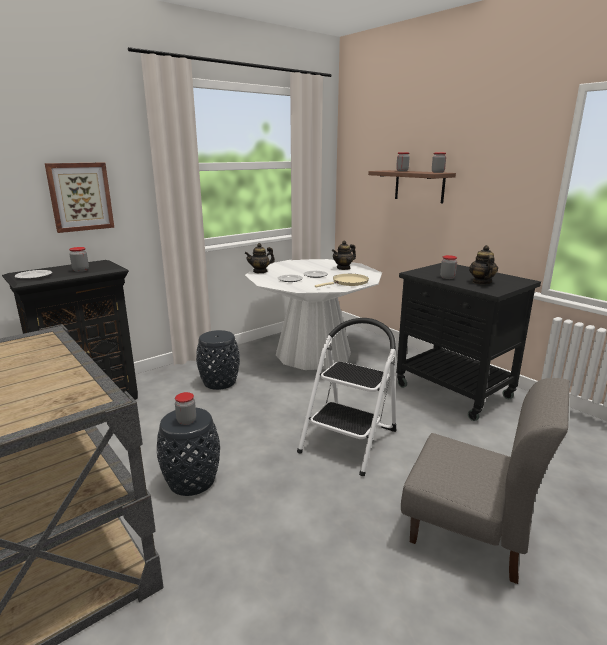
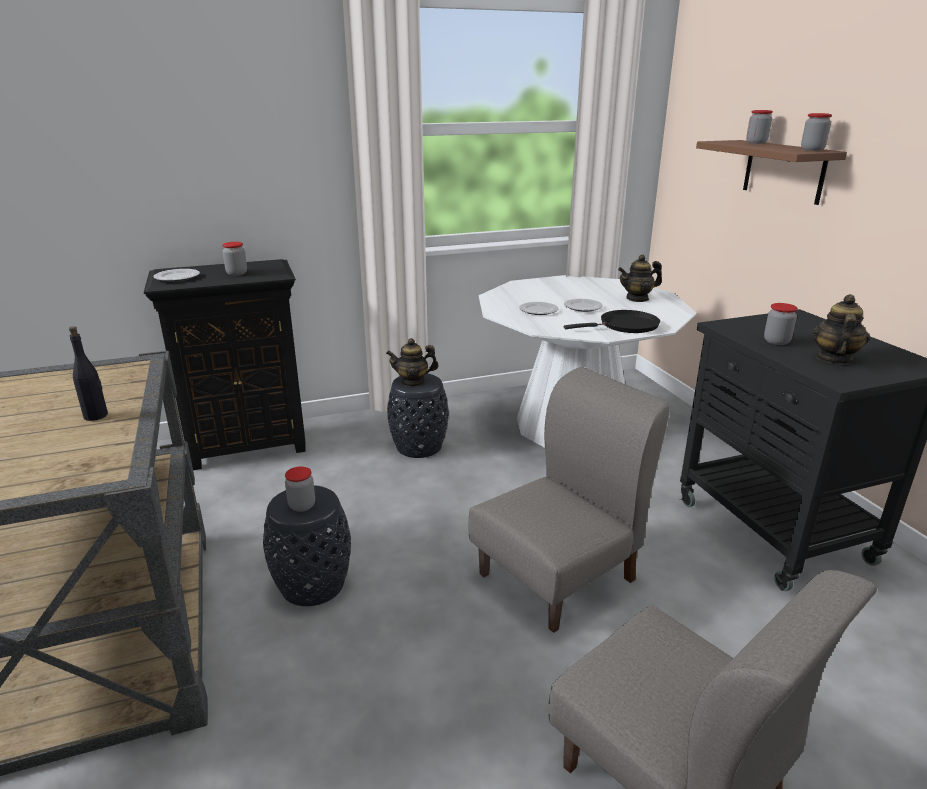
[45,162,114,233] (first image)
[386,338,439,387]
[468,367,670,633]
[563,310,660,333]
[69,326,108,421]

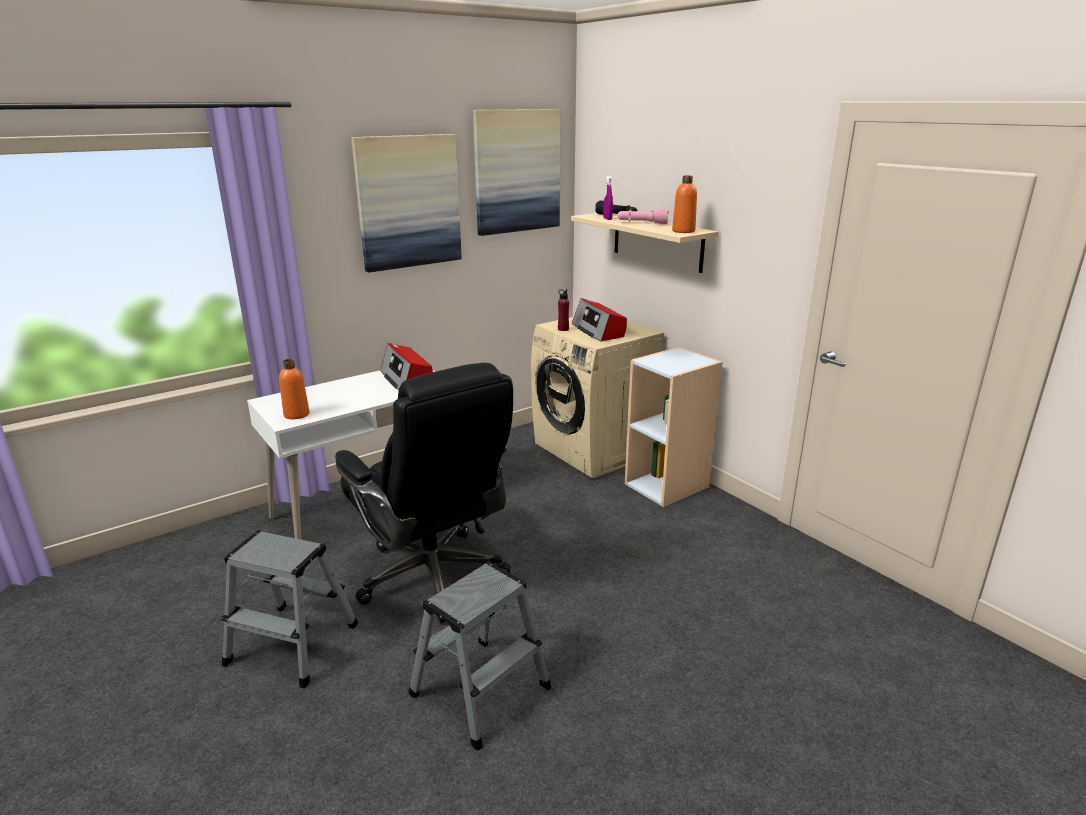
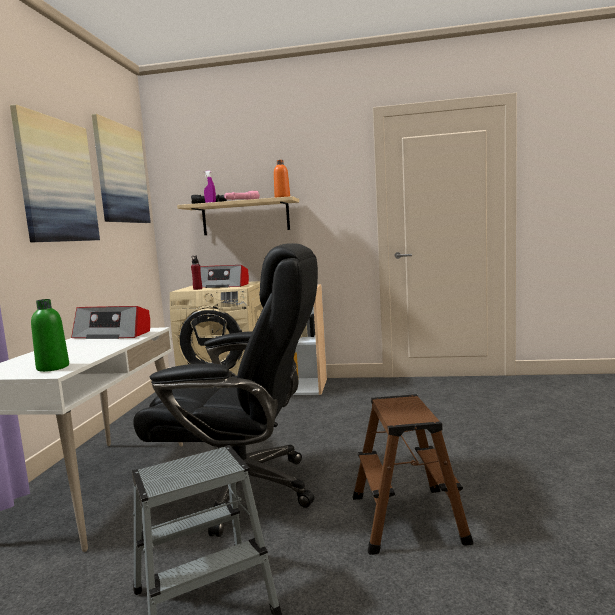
[31,299,69,372]
[352,394,474,555]

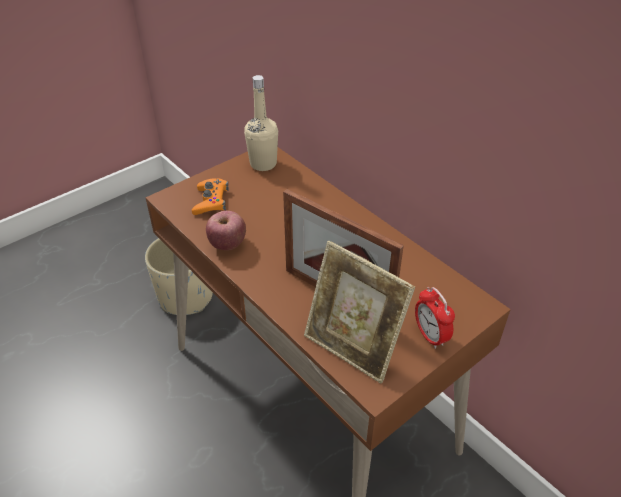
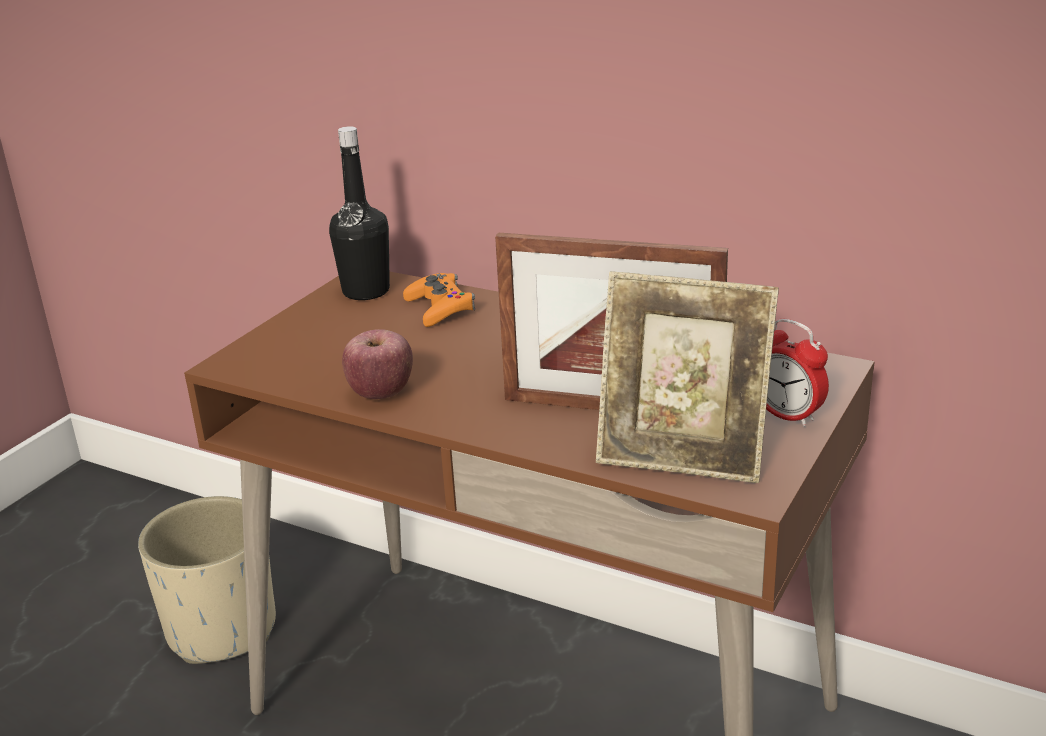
[403,273,475,327]
[329,126,390,300]

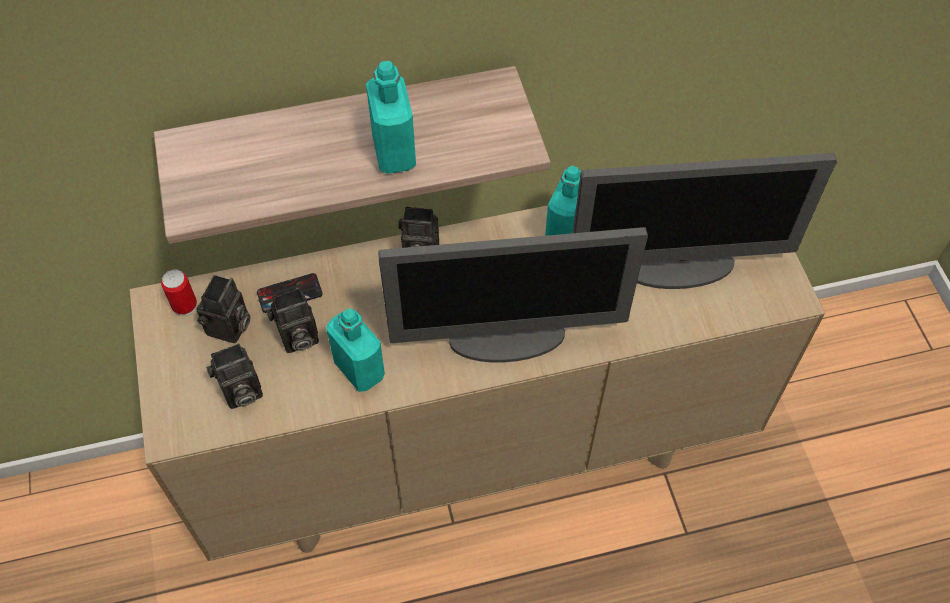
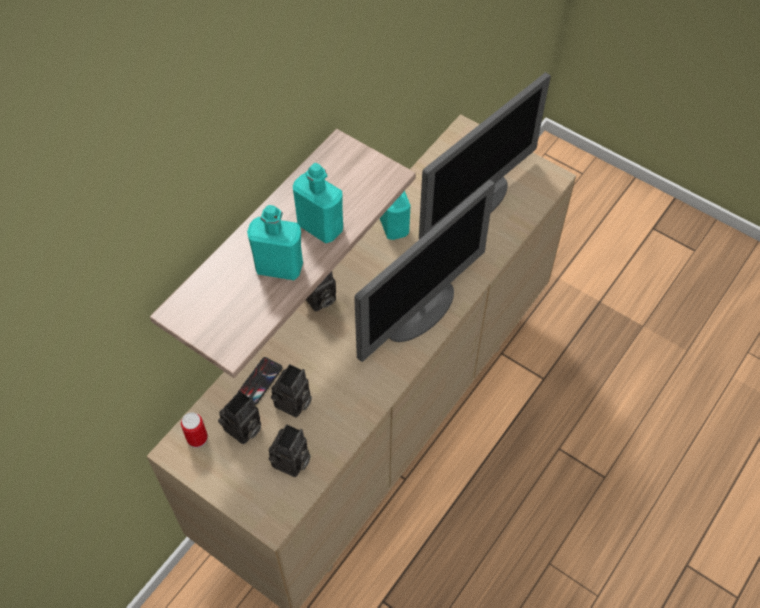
[218,391,261,445]
[247,205,303,280]

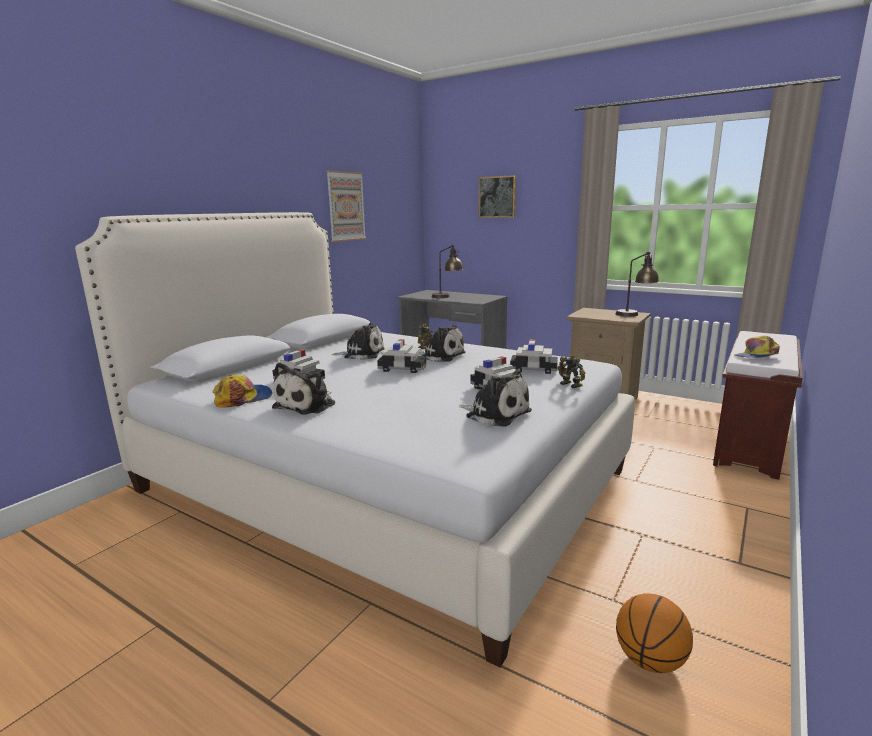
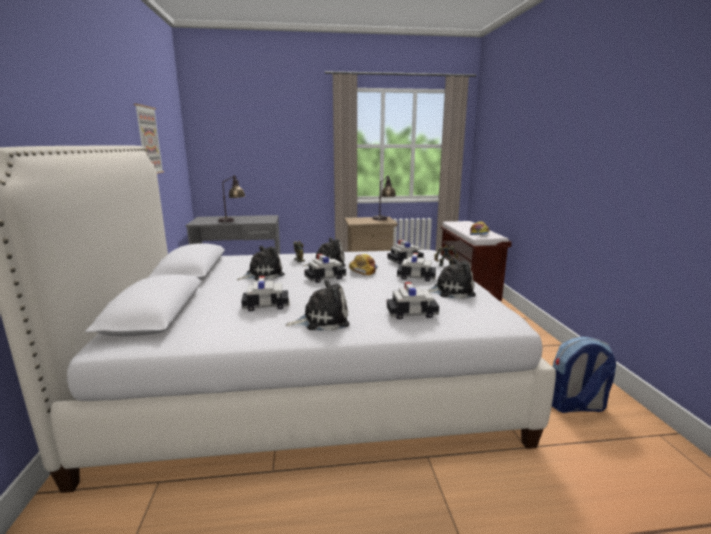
[349,254,378,275]
[286,280,350,331]
[479,175,516,218] (first image)
[552,336,616,413]
[387,282,439,319]

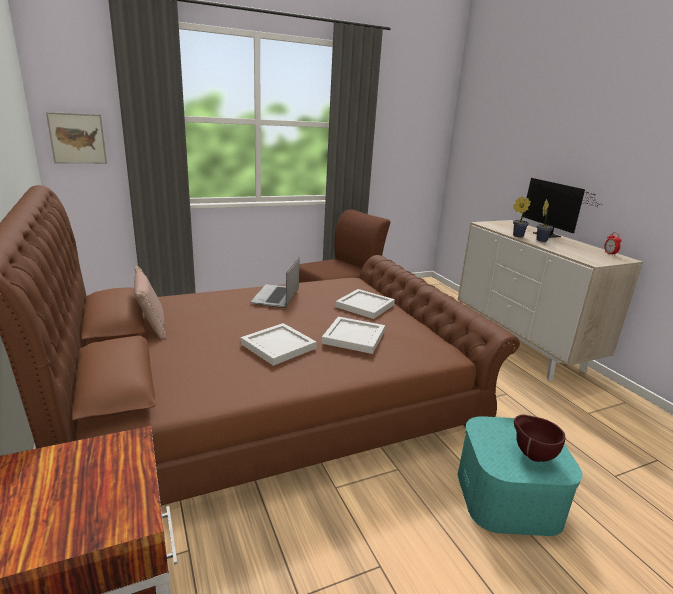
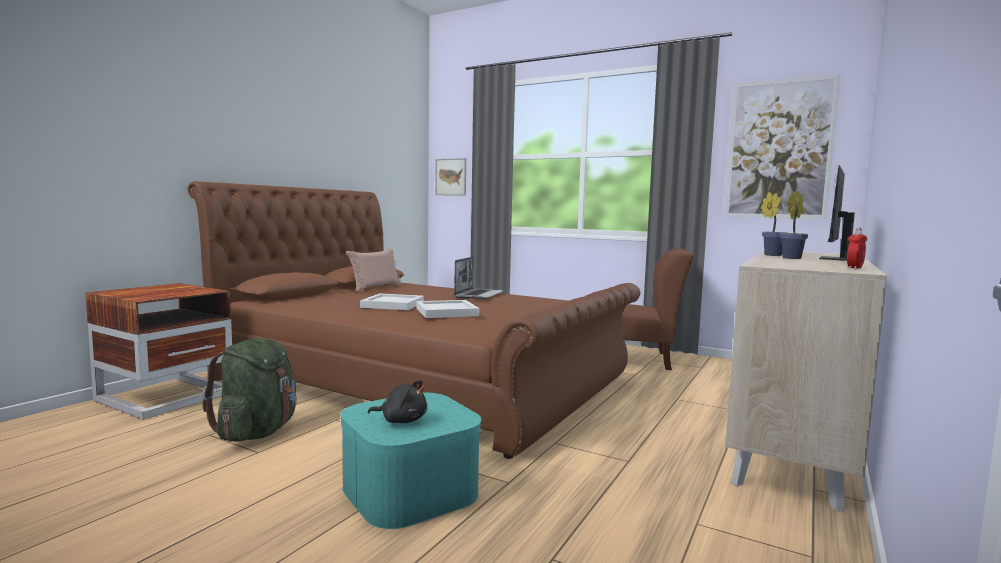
[454,257,504,299]
[335,289,395,319] (first image)
[368,380,427,423]
[202,338,297,442]
[724,74,840,219]

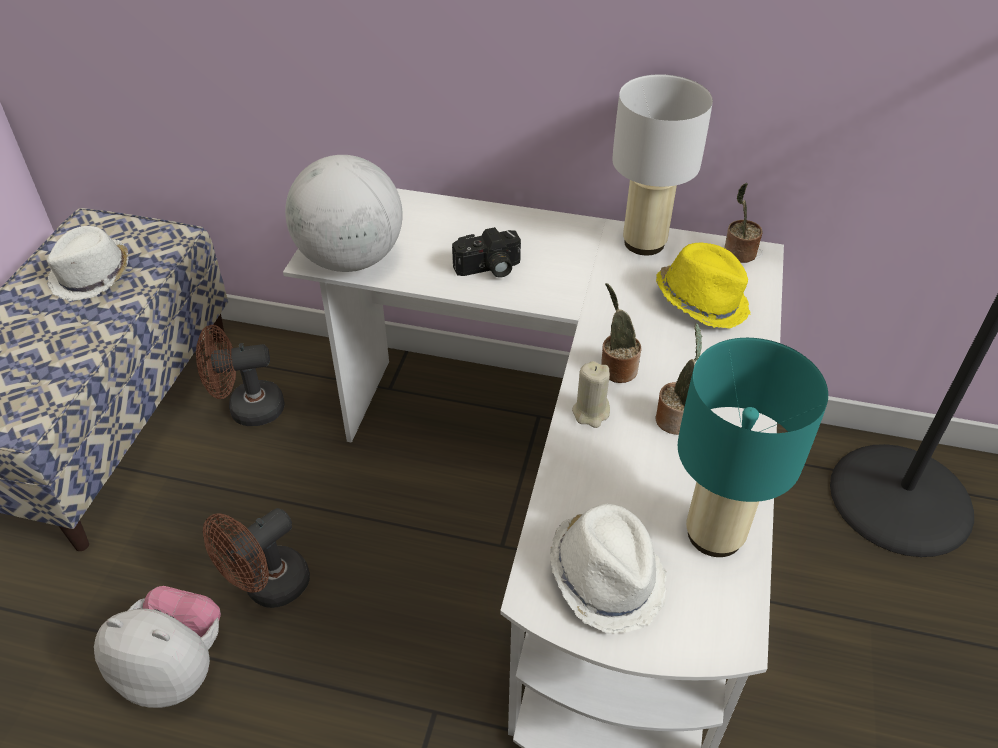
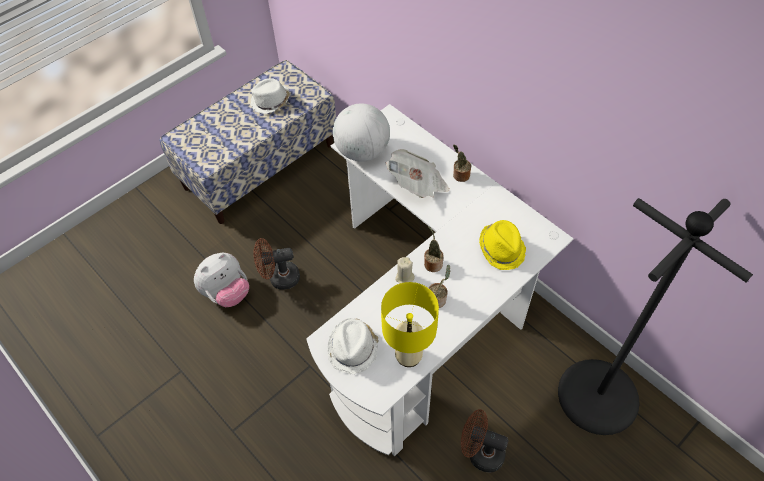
[194,253,249,307]
[461,409,508,472]
[386,149,450,198]
[612,74,713,256] (first image)
[381,282,439,367]
[453,145,471,182]

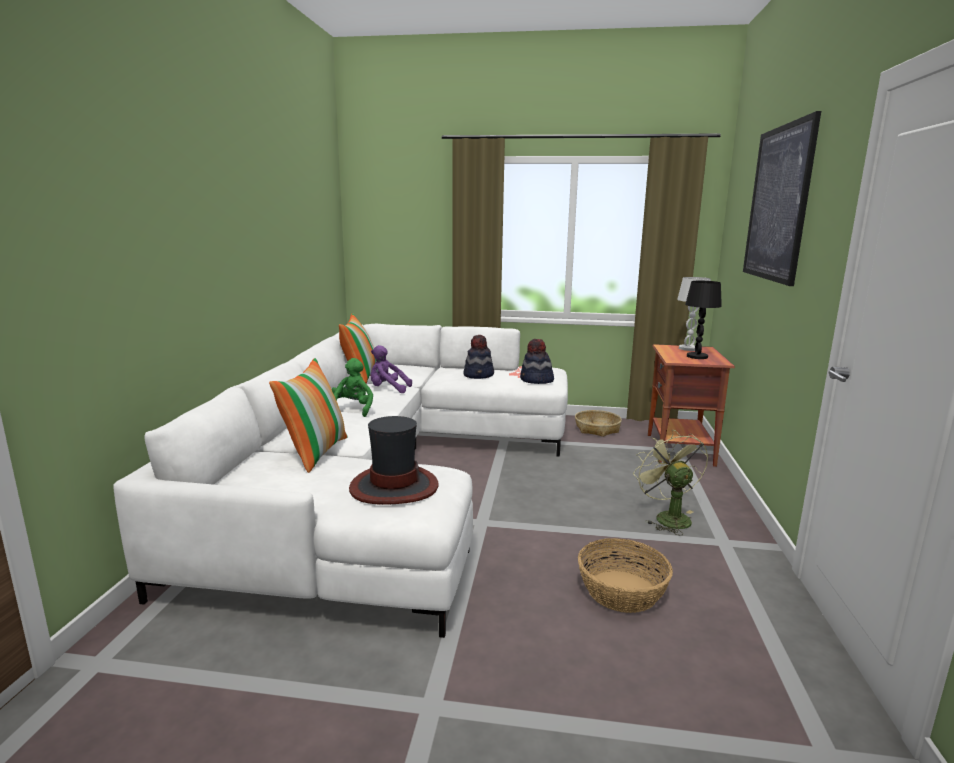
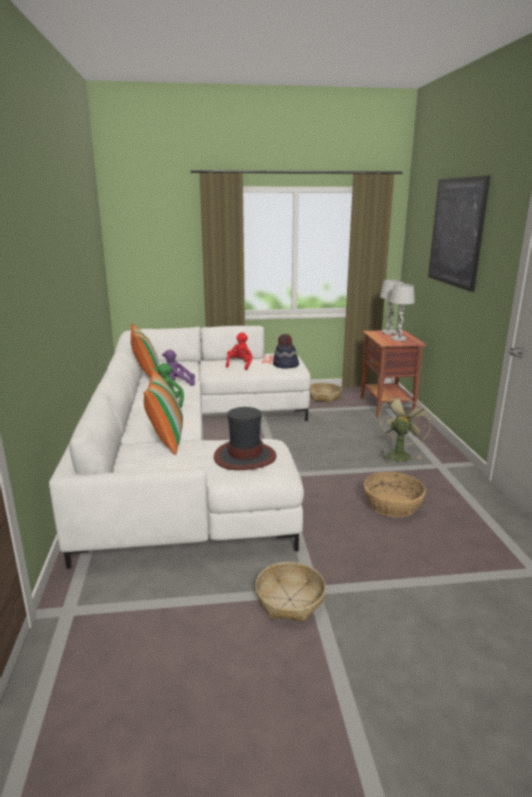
[226,332,253,370]
[379,395,432,463]
[389,284,415,341]
[255,562,326,622]

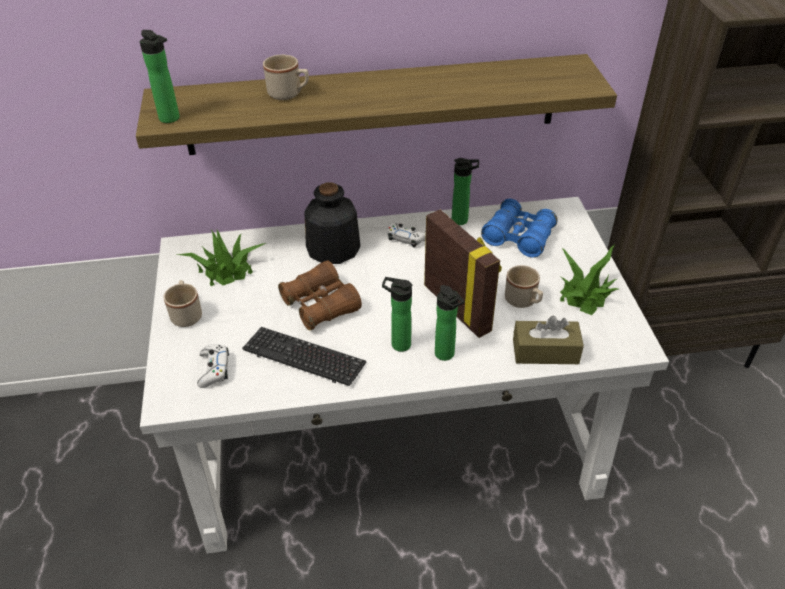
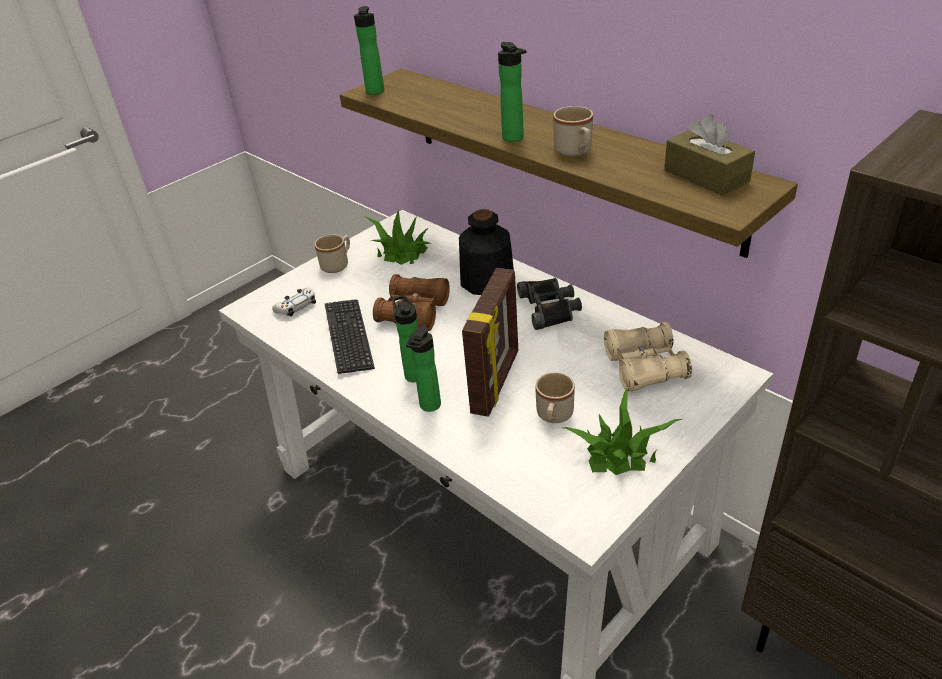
[553,106,593,157]
[517,278,582,330]
[498,42,526,142]
[604,322,692,392]
[664,114,755,195]

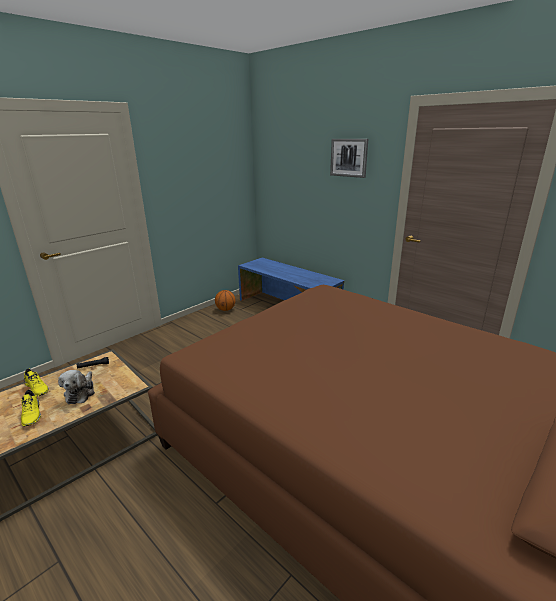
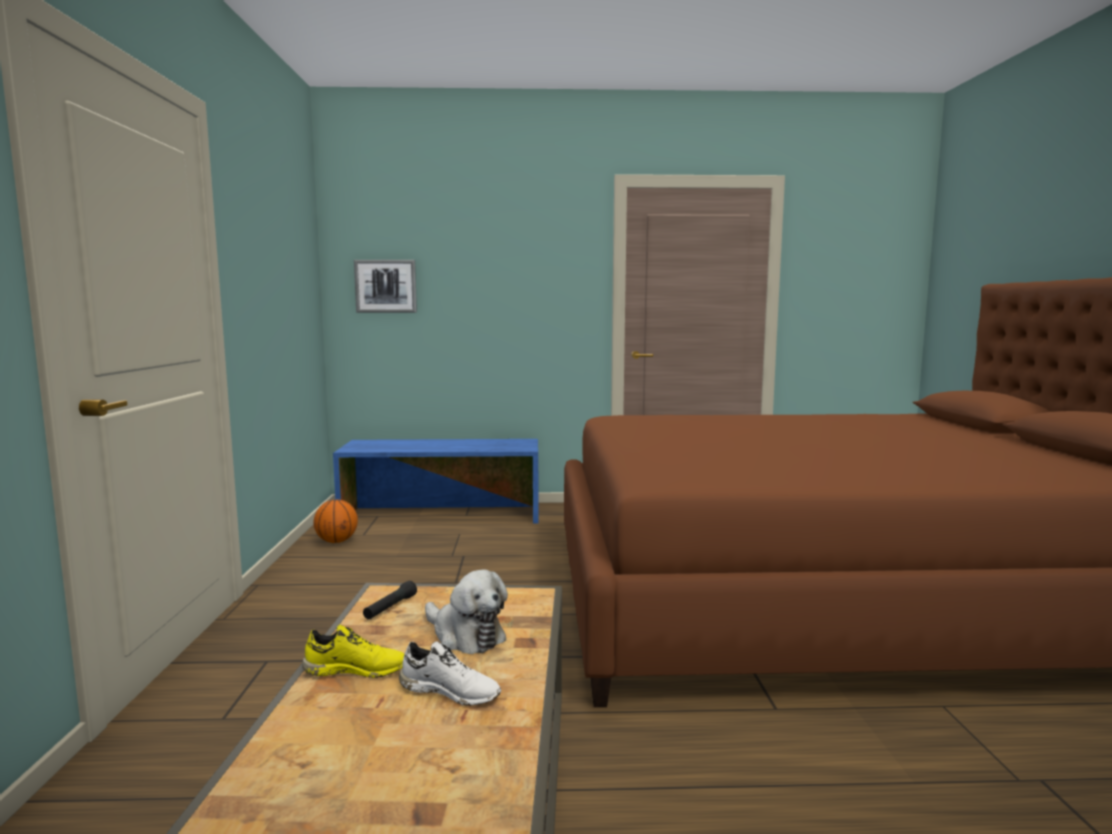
[399,641,501,706]
[354,260,417,313]

